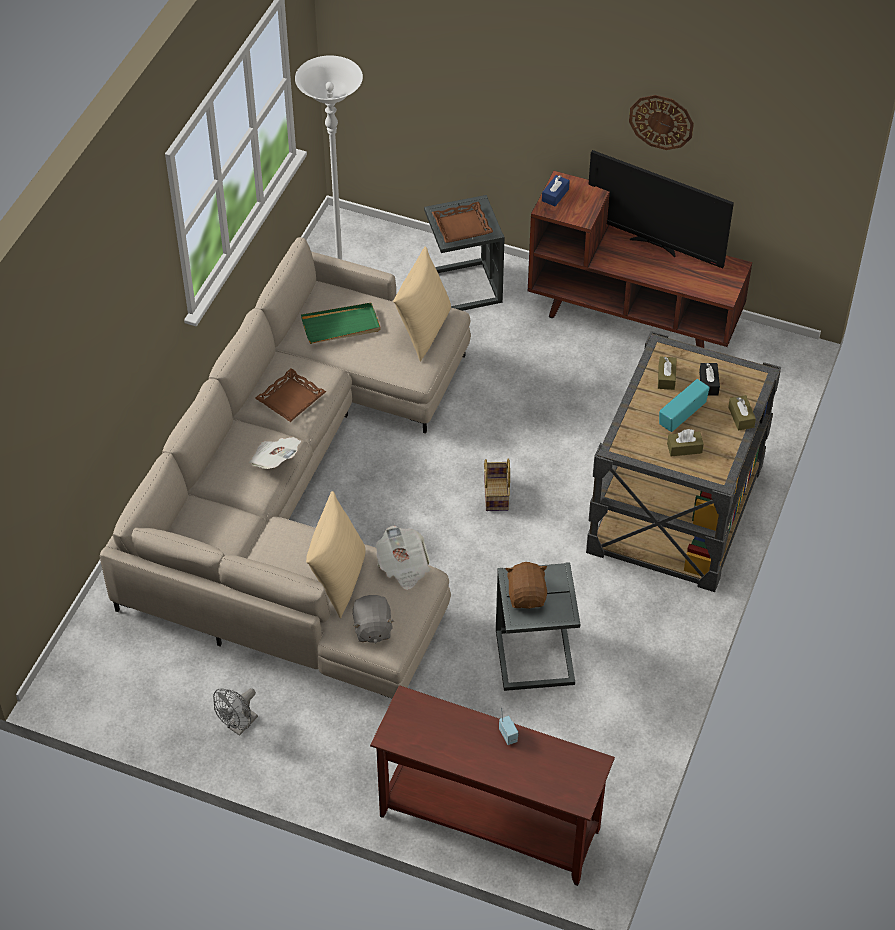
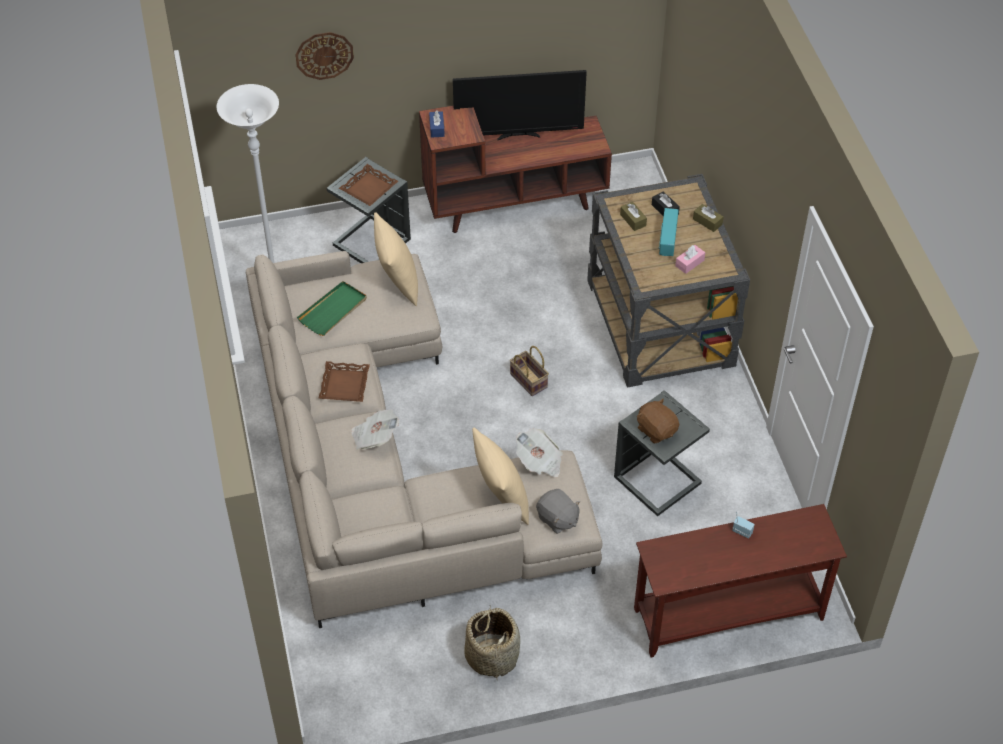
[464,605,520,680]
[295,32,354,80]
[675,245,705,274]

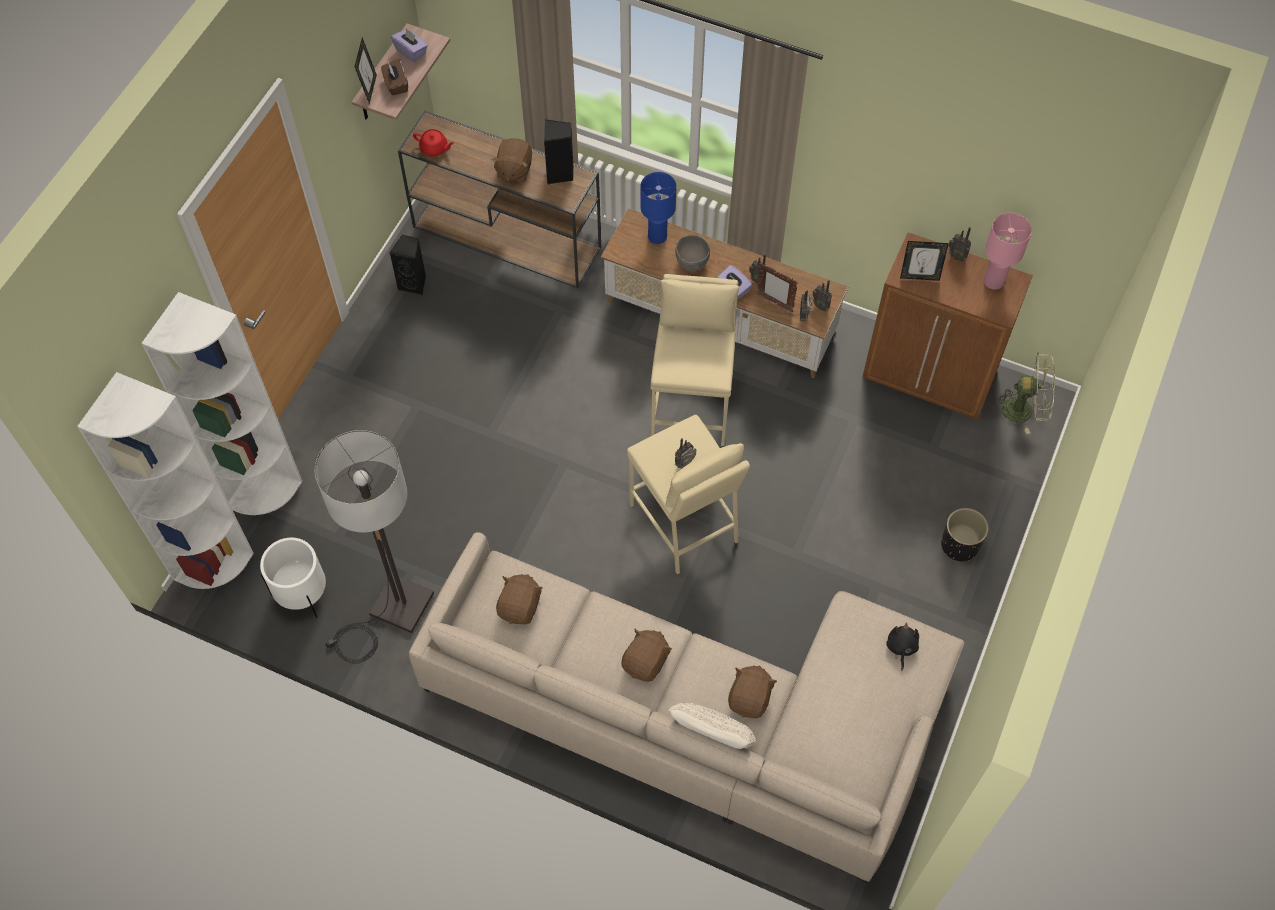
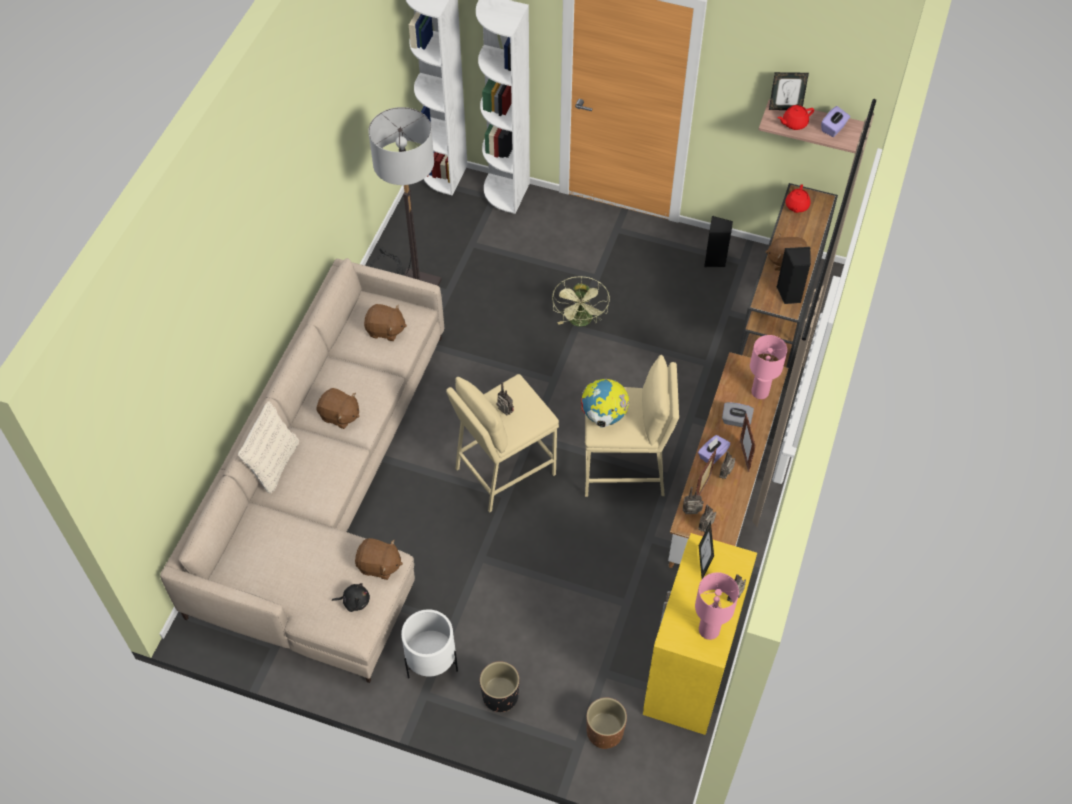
[401,609,458,678]
[778,105,814,130]
[750,335,787,399]
[722,402,754,427]
[355,538,403,580]
[643,533,757,735]
[552,276,610,327]
[581,379,629,428]
[586,698,627,749]
[740,414,756,472]

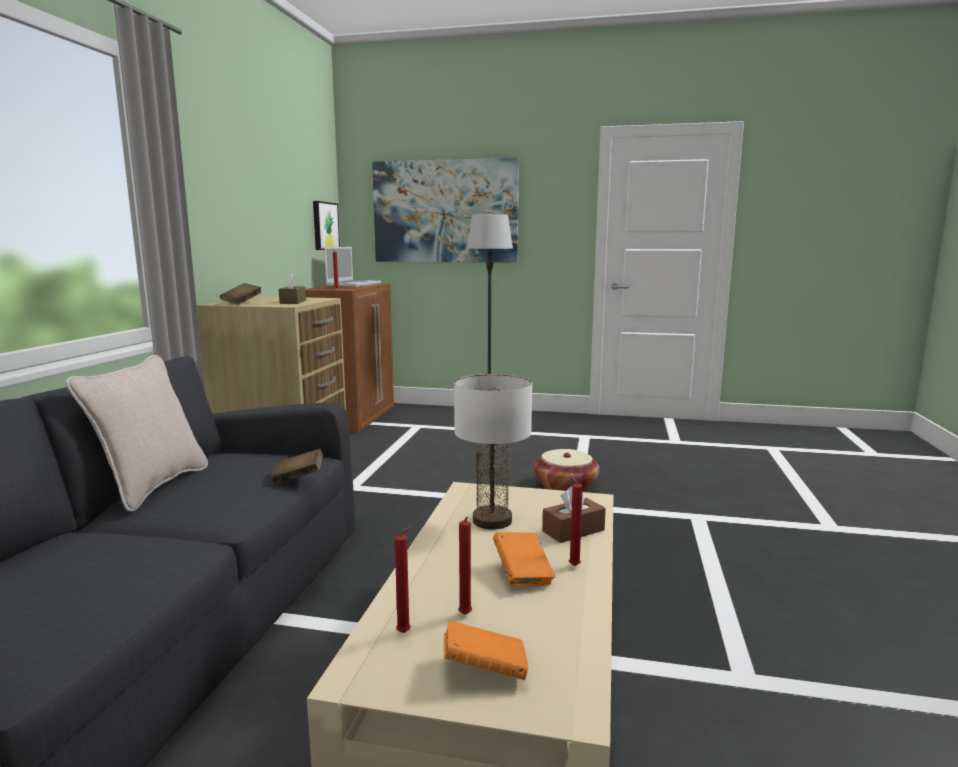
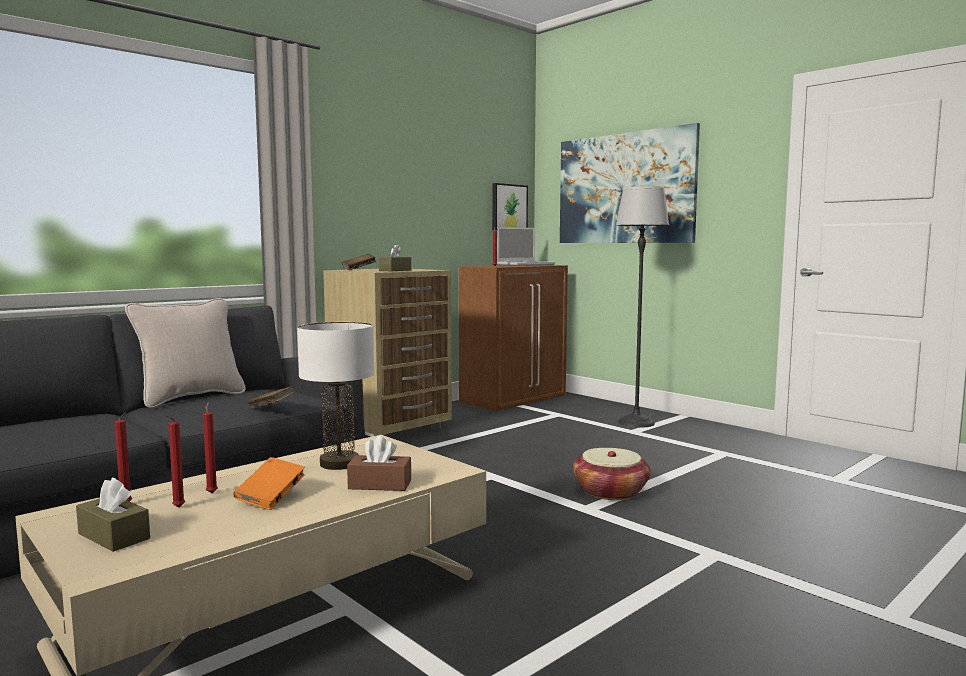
[76,477,150,552]
[203,402,218,493]

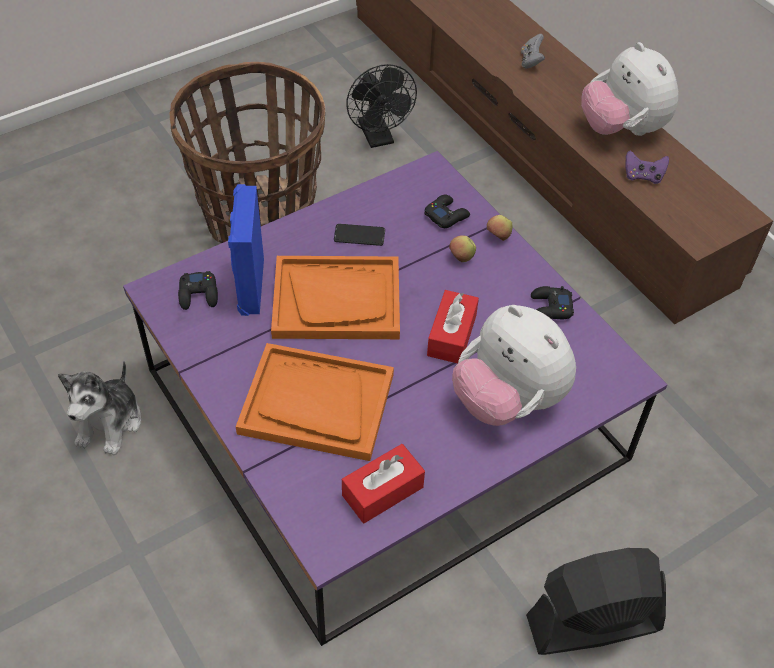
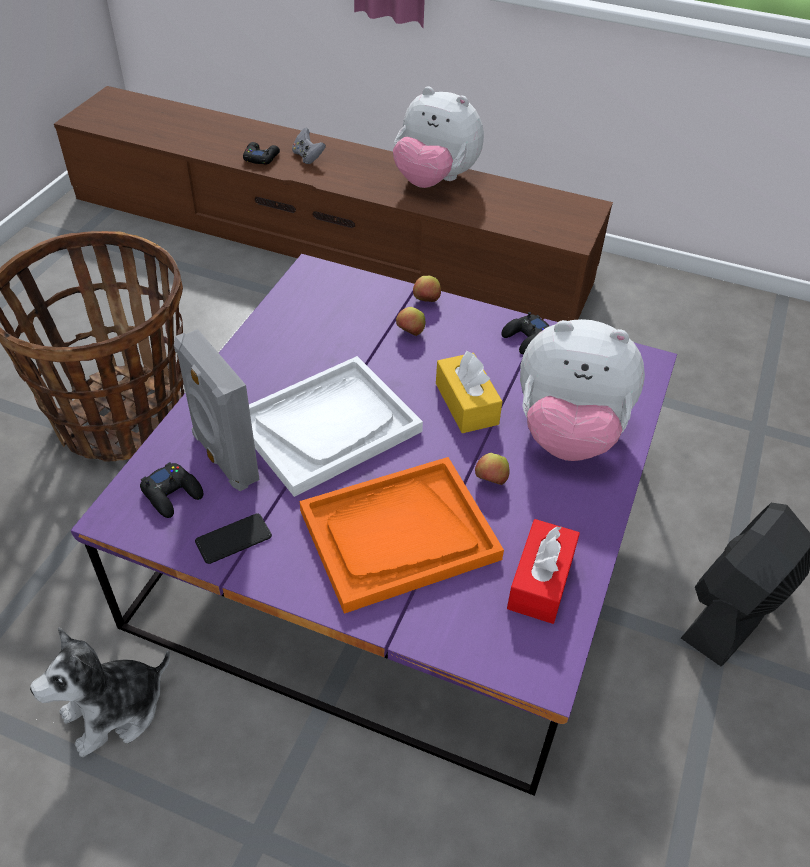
[30,627,170,758]
[174,329,260,491]
[249,356,423,497]
[195,513,272,564]
[346,64,417,148] (first image)
[243,142,280,164]
[436,351,503,433]
[625,150,669,184] (first image)
[475,453,510,485]

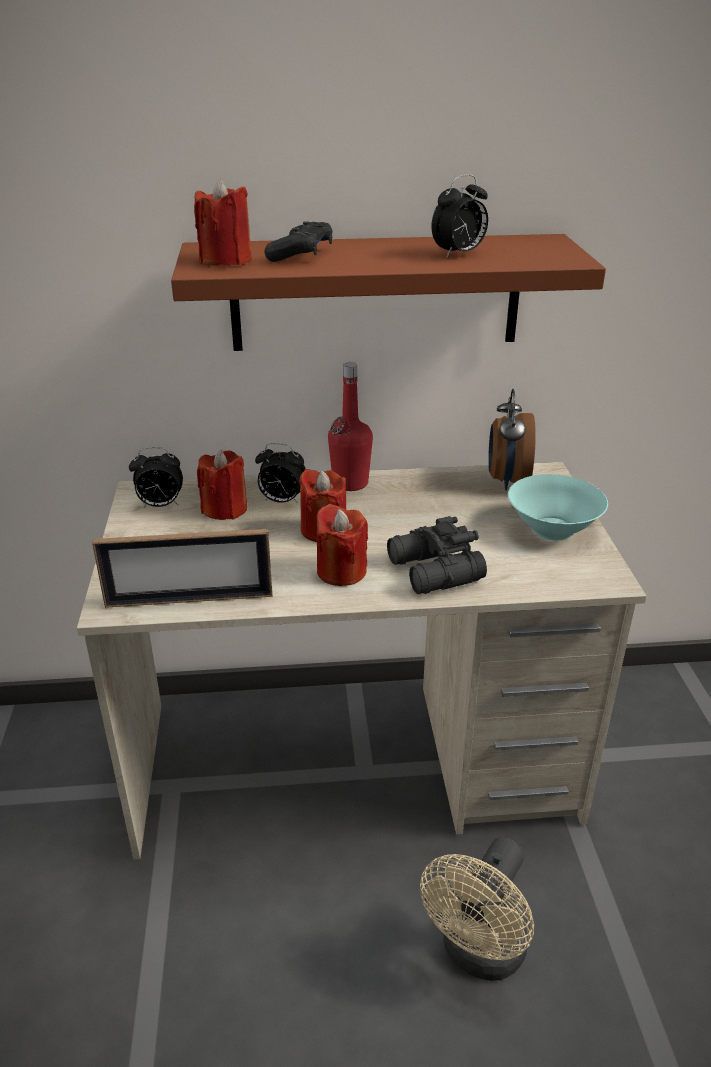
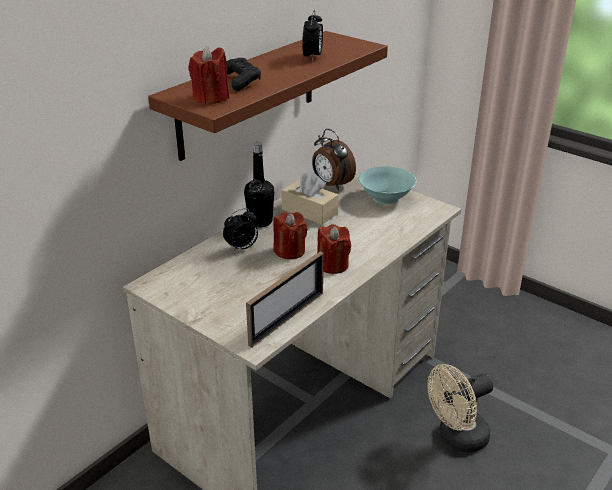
[129,447,183,507] (first image)
[197,450,247,520] (first image)
[244,142,274,227]
[387,516,487,594] (first image)
[427,364,493,453]
[281,172,339,225]

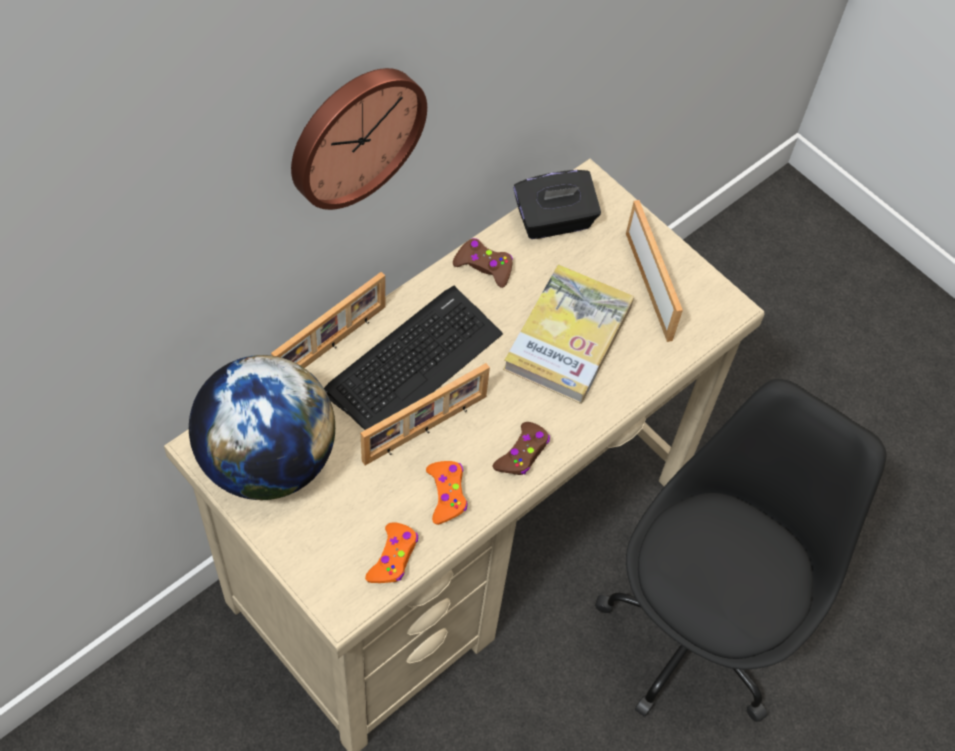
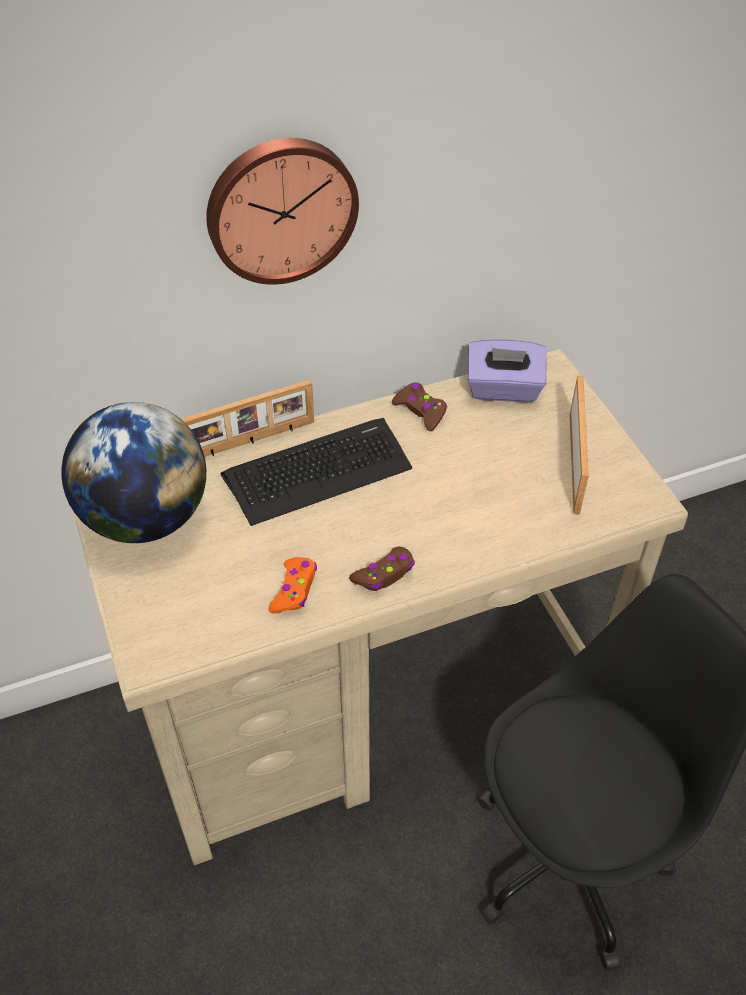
[361,363,490,465] (first image)
[365,522,418,583] (first image)
[503,264,634,404] (first image)
[468,339,547,402]

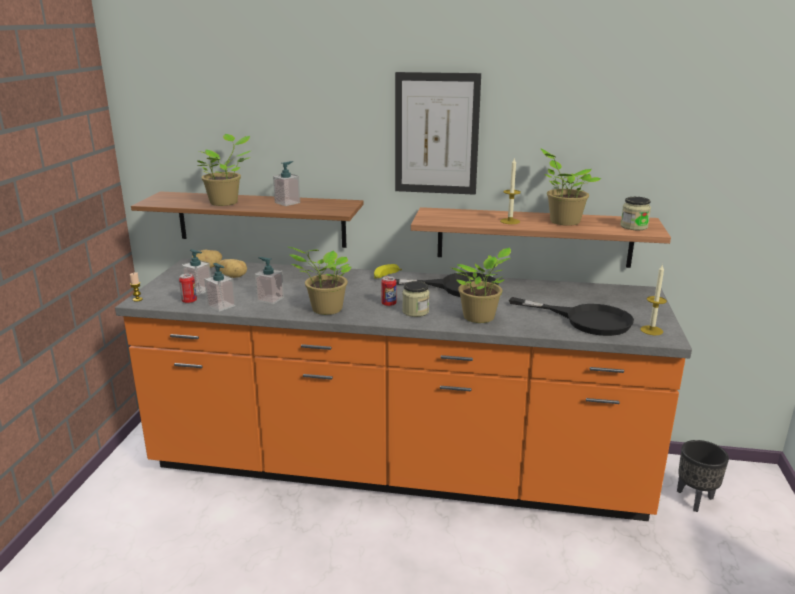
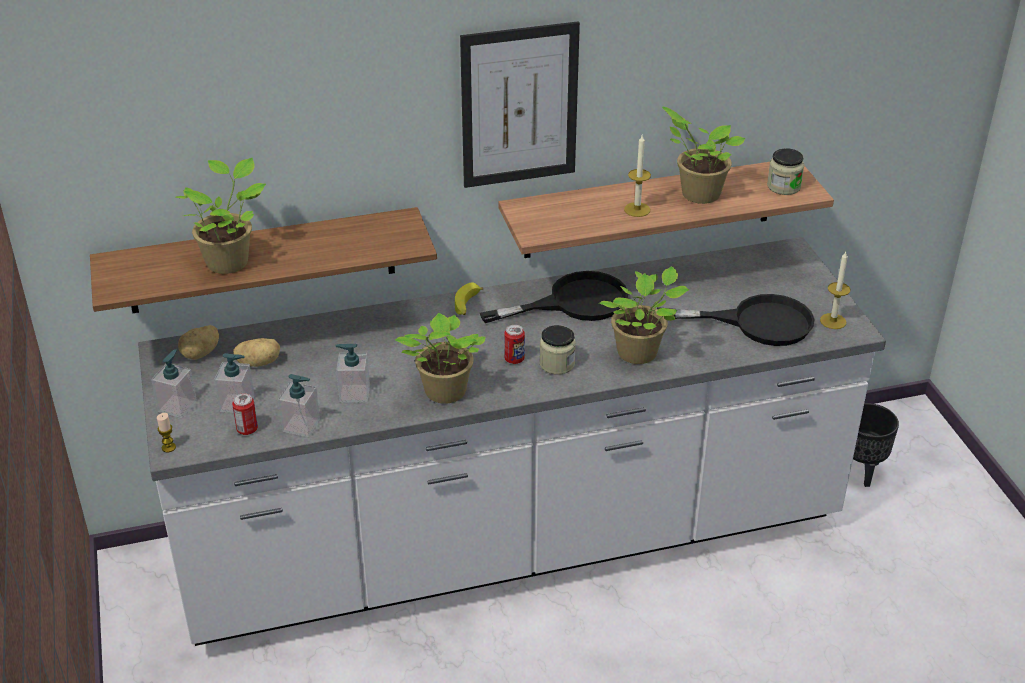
[138,237,886,646]
[151,349,197,418]

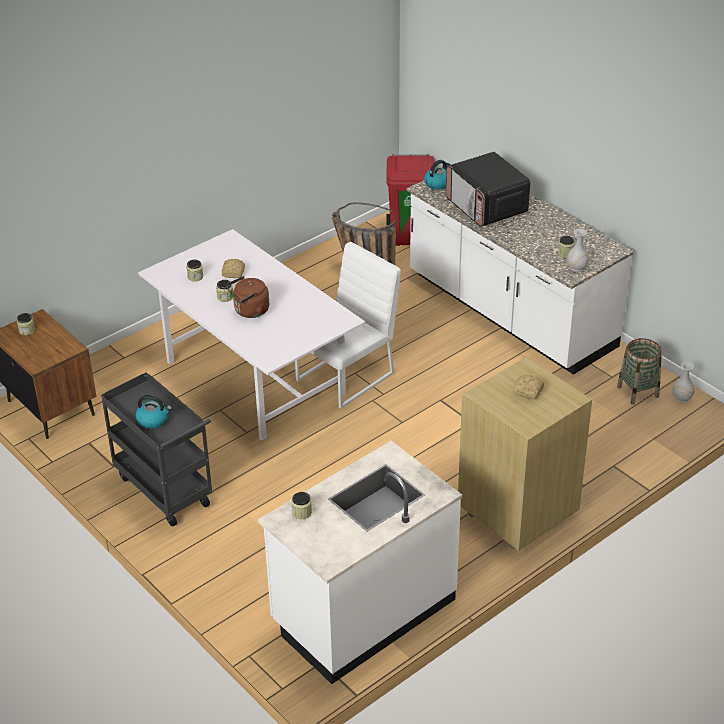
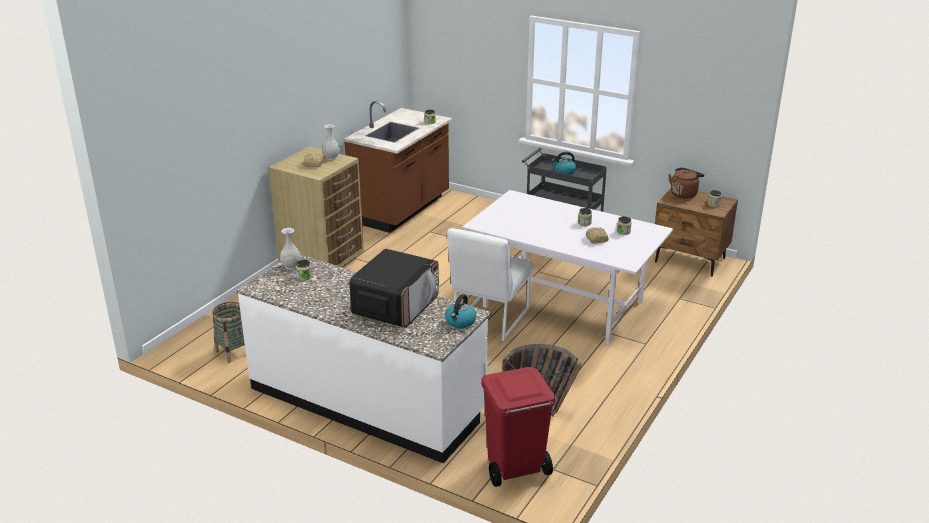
[668,168,704,199]
[344,101,452,233]
[349,249,439,328]
[322,124,340,160]

